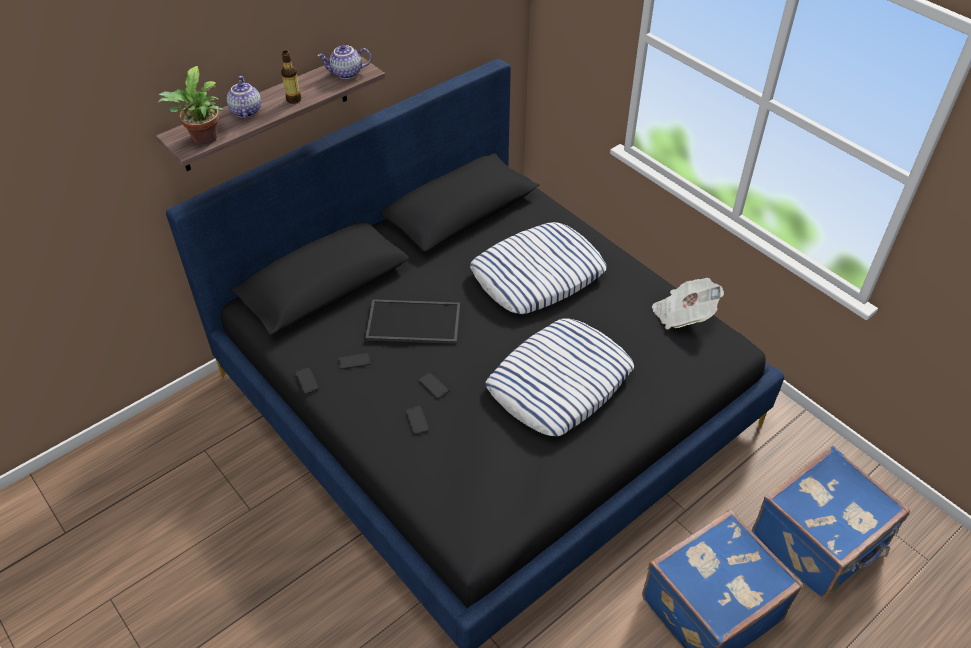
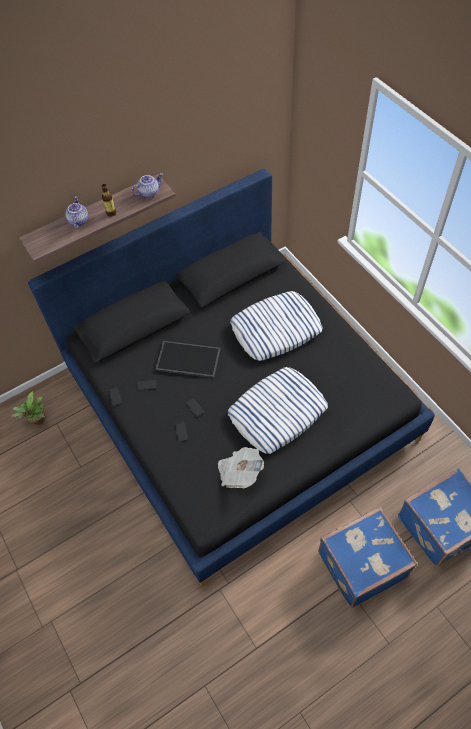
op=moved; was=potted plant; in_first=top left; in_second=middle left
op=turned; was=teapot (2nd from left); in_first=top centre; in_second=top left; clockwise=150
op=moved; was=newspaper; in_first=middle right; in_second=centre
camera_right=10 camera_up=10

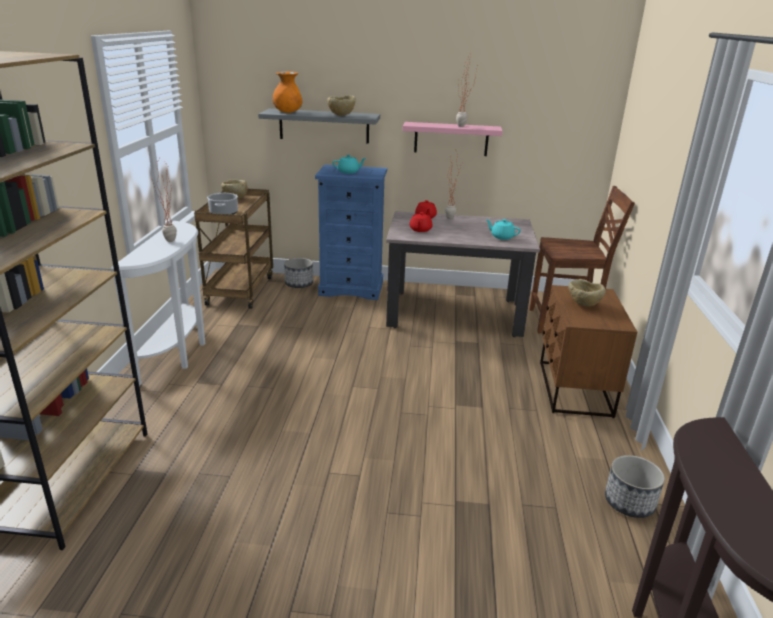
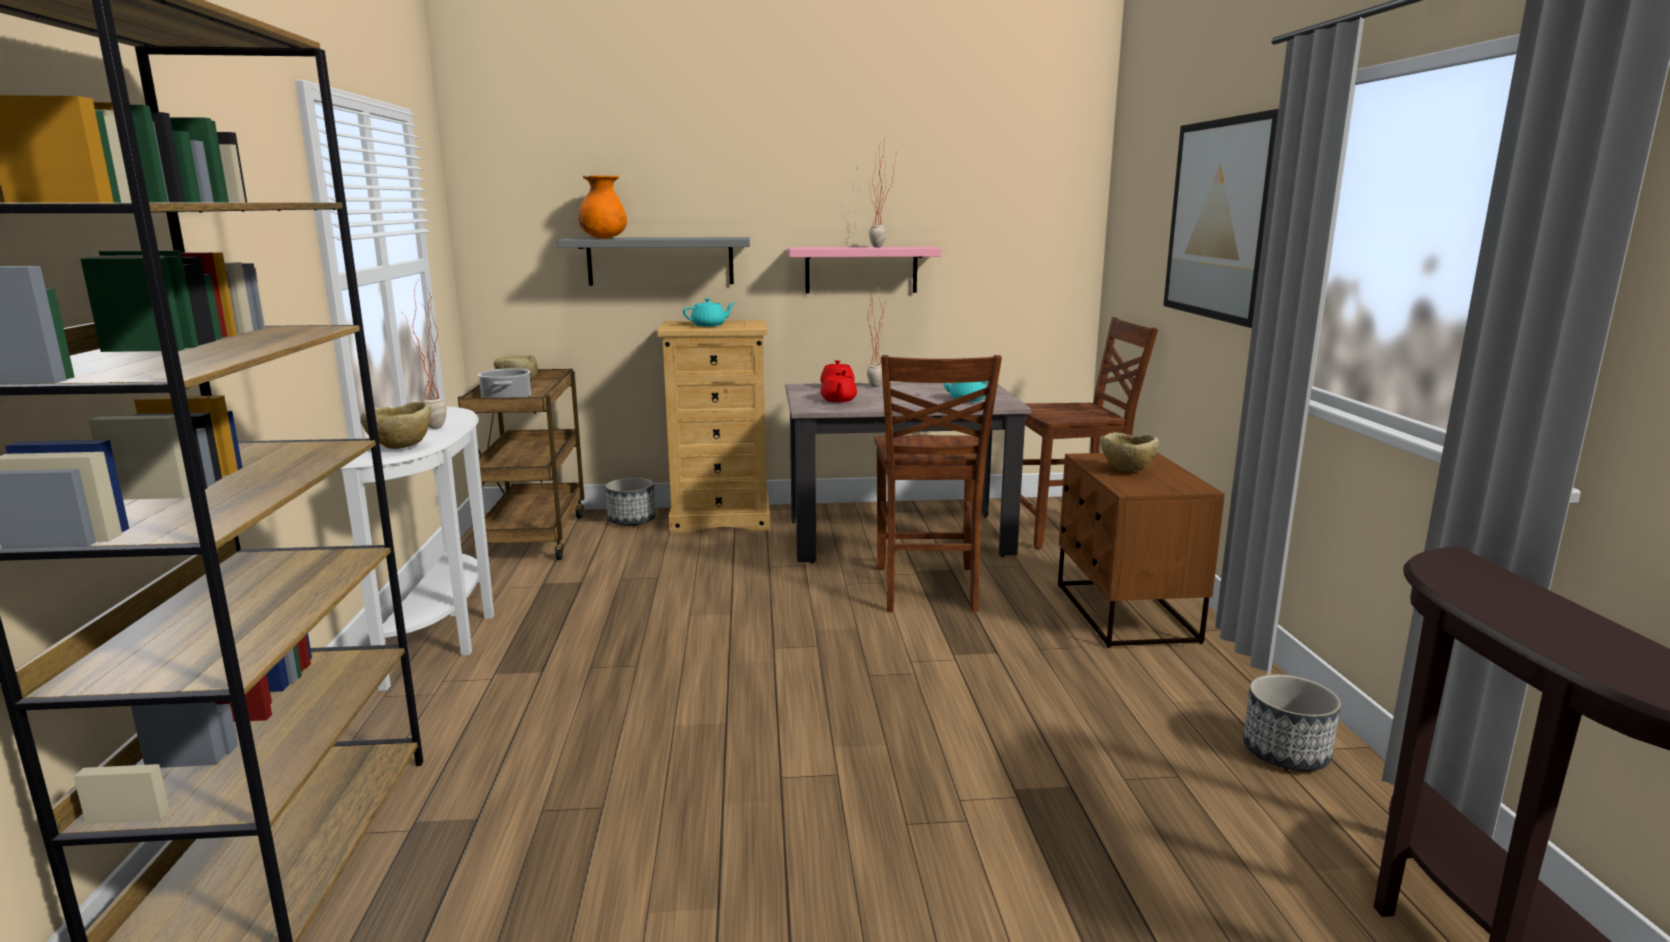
op=recoloured; was=blue dresser; now=beige dresser; in_first=centre; in_second=centre
op=moved; was=beige bowl (2nd from left in the first image); now=beige bowl (1st from left); in_first=top centre; in_second=middle left
op=added; now=brown chair (1st from left); in_second=centre
op=added; now=picture; in_second=top right
camera_right=-10 camera_up=-10

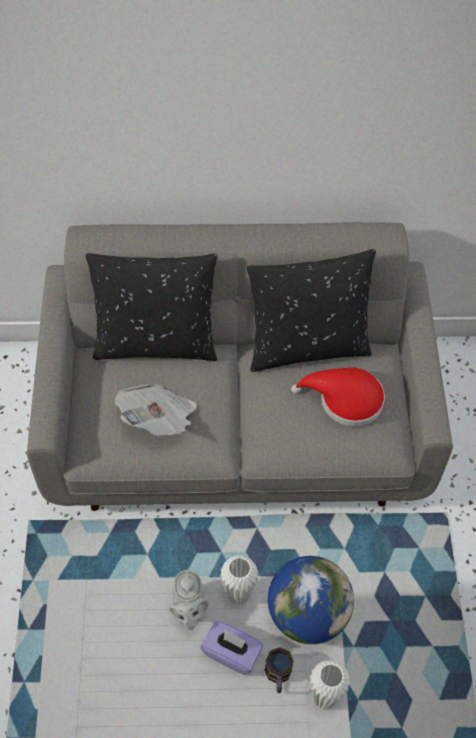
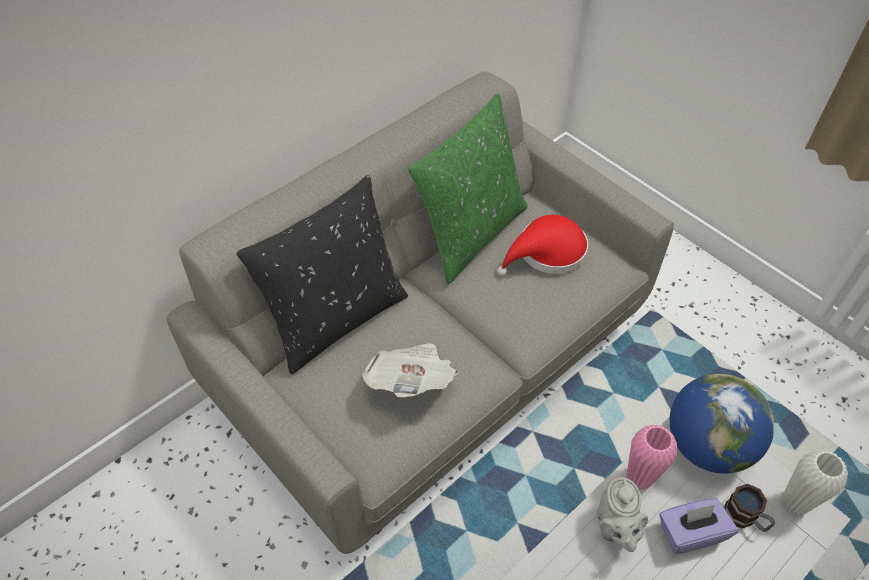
op=turned; was=grey teapot; in_first=bottom centre; in_second=bottom right; clockwise=45
op=recoloured; was=white vase (1st from left); now=pink vase; in_first=bottom centre; in_second=bottom right
op=recoloured; was=black pillow (2nd from left); now=green pillow; in_first=centre; in_second=top centre
camera_right=-40 camera_up=-5

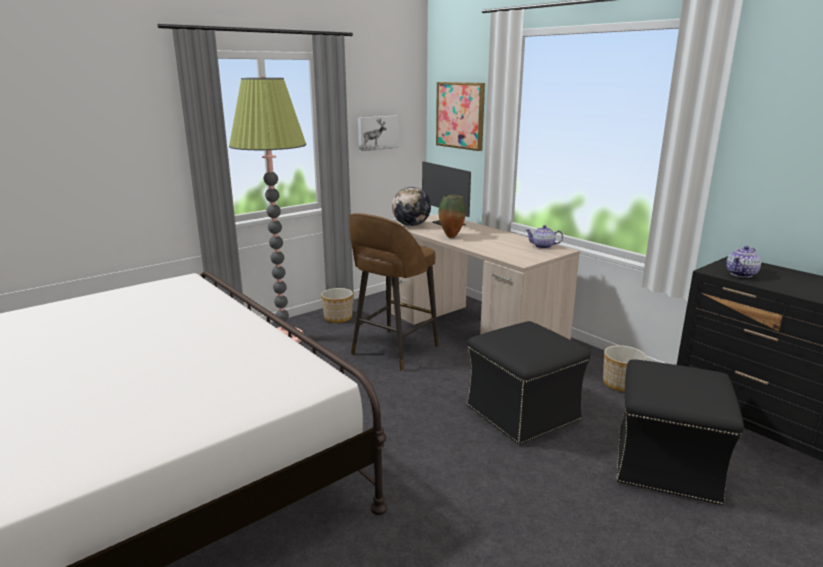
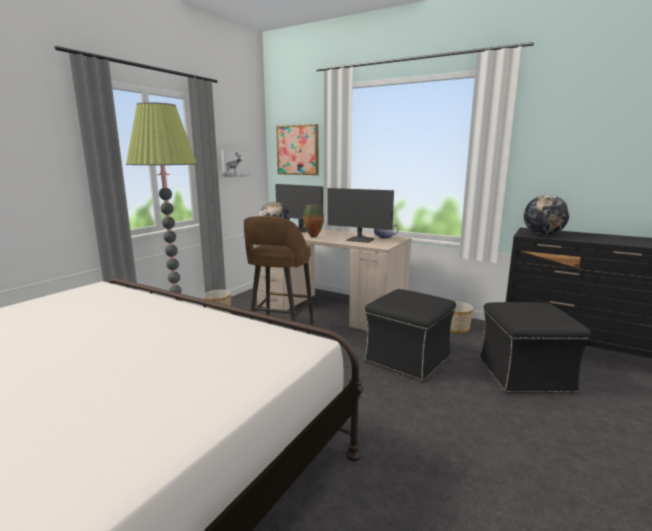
op=replaced; was=teapot (2nd from left); now=globe (2nd from left); in_first=middle right; in_second=middle right
op=added; now=monitor (2nd from left); in_second=centre
camera_right=-20 camera_up=-5

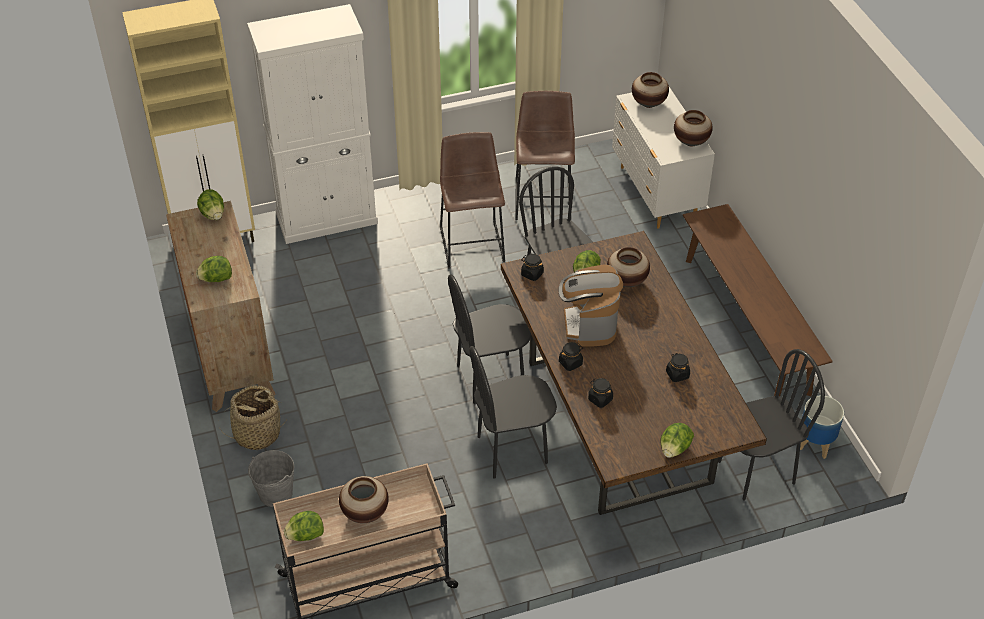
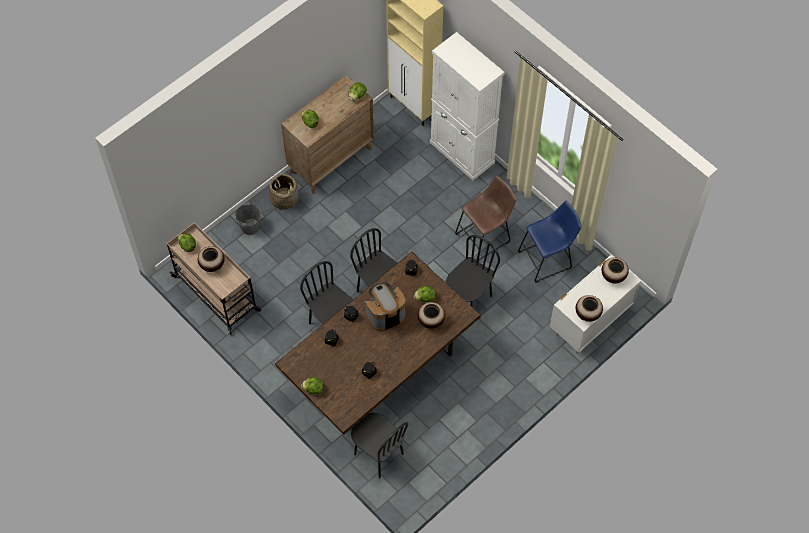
op=recoloured; was=brown stool (2nd from left); now=blue stool; in_first=top centre; in_second=middle right
op=removed; was=brown bench; in_first=middle right
op=removed; was=planter; in_first=bottom right
camera_right=65 camera_up=15

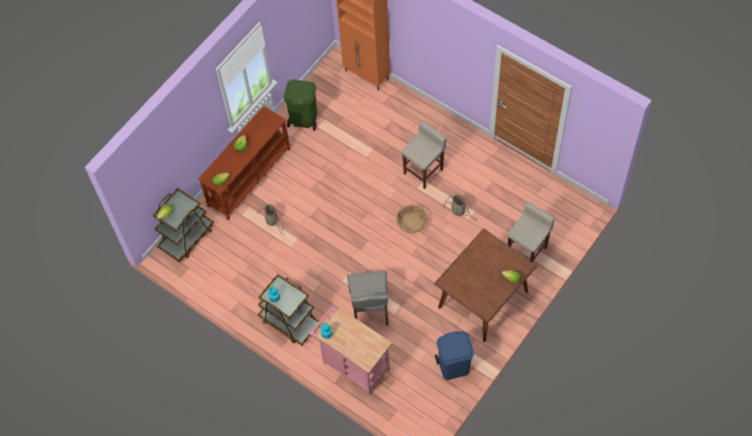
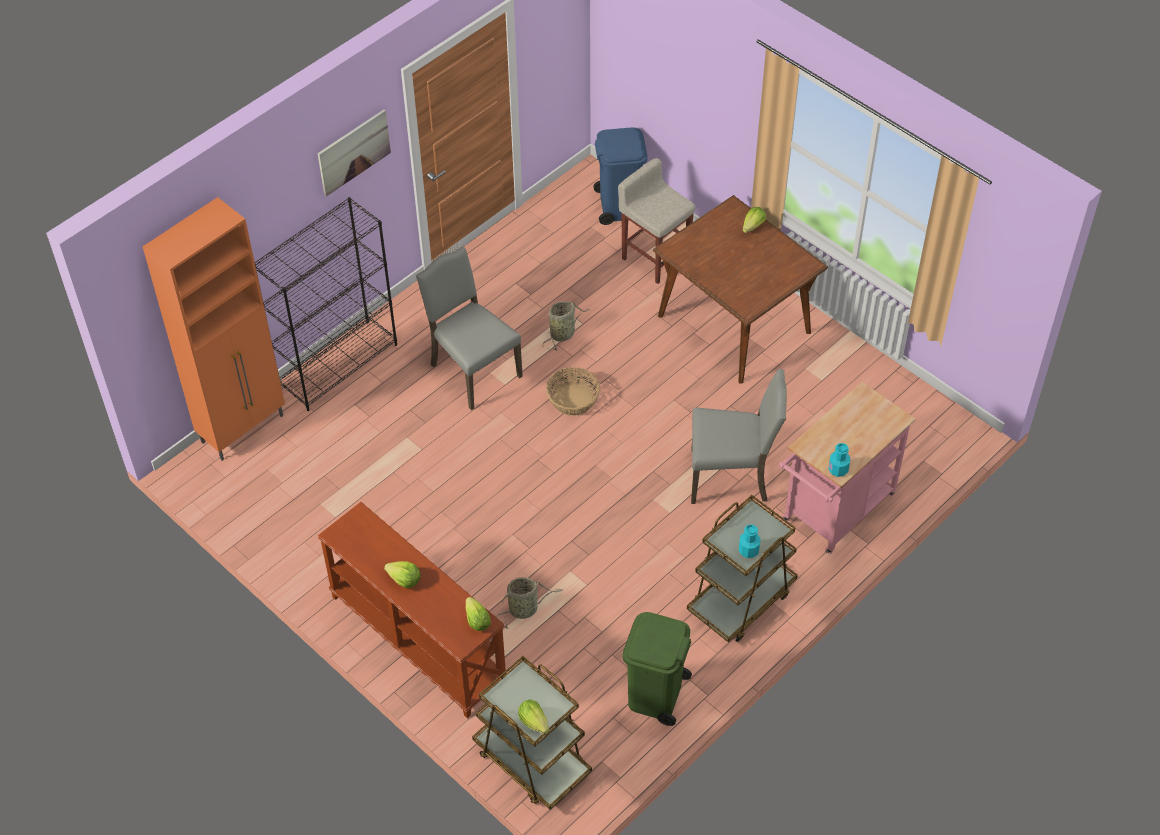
op=moved; was=green trash can; in_first=top centre; in_second=bottom centre
op=replaced; was=beige stool (1st from left); now=grey chair (1st from left); in_first=centre; in_second=centre
op=moved; was=blue trash can; in_first=bottom centre; in_second=top centre
op=added; now=black bookcase; in_second=middle left
op=added; now=picture; in_second=top left
camera_right=-85 camera_up=-10

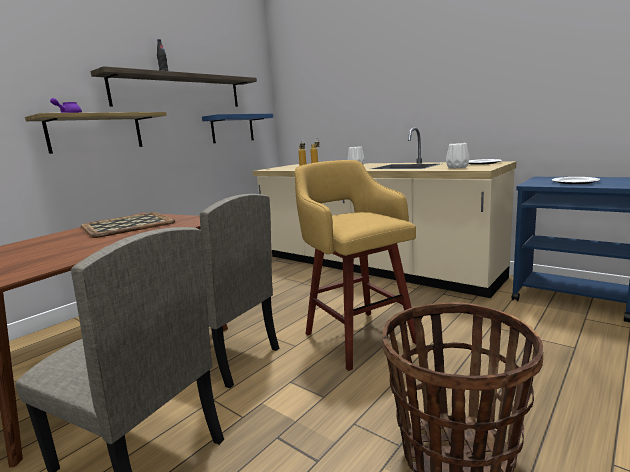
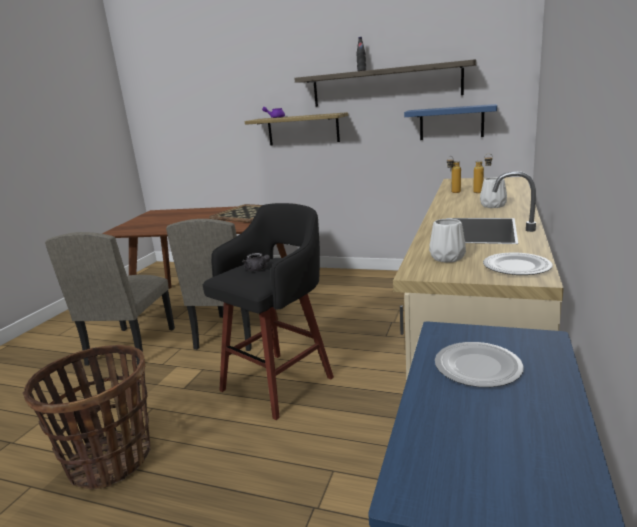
op=recoloured; was=yellow stool; now=black stool; in_first=centre; in_second=centre
op=added; now=grey teapot; in_second=centre
camera_right=70 camera_up=5

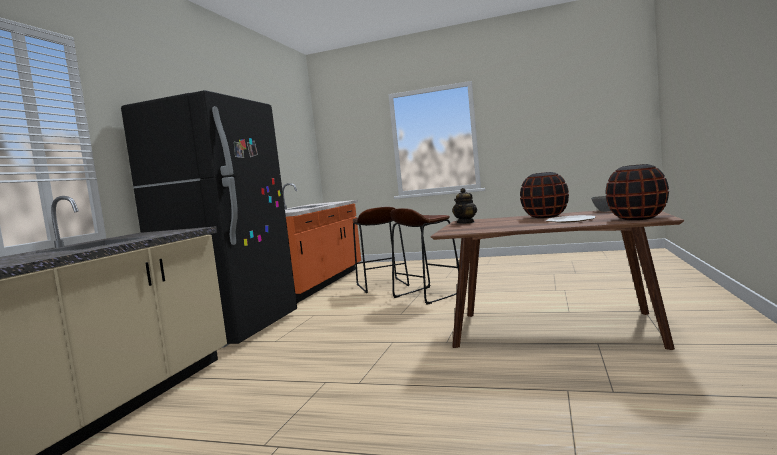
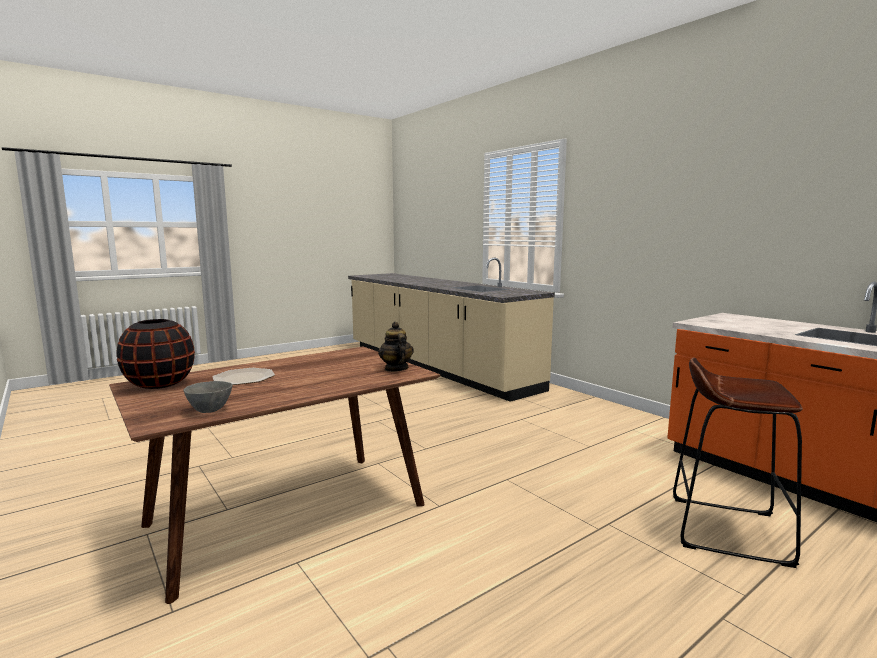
op=removed; was=black fridge; in_first=middle left
op=removed; was=brown stool (2nd from left); in_first=centre
op=removed; was=black vase (1st from left); in_first=middle right
camera_right=125 camera_up=5

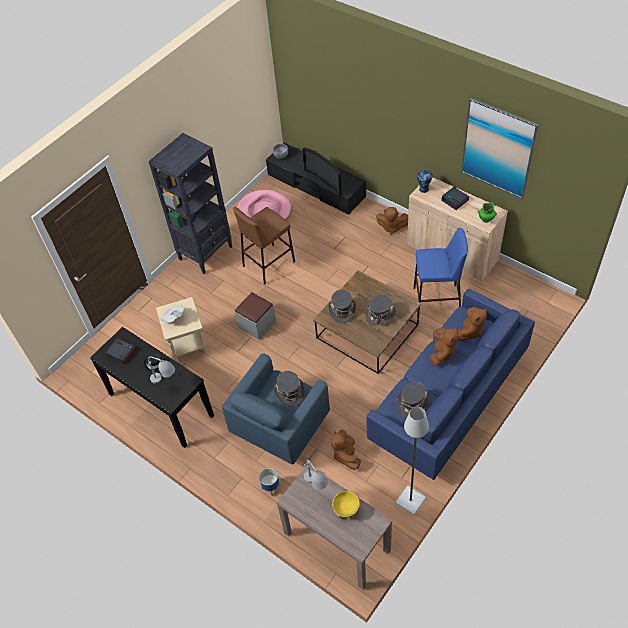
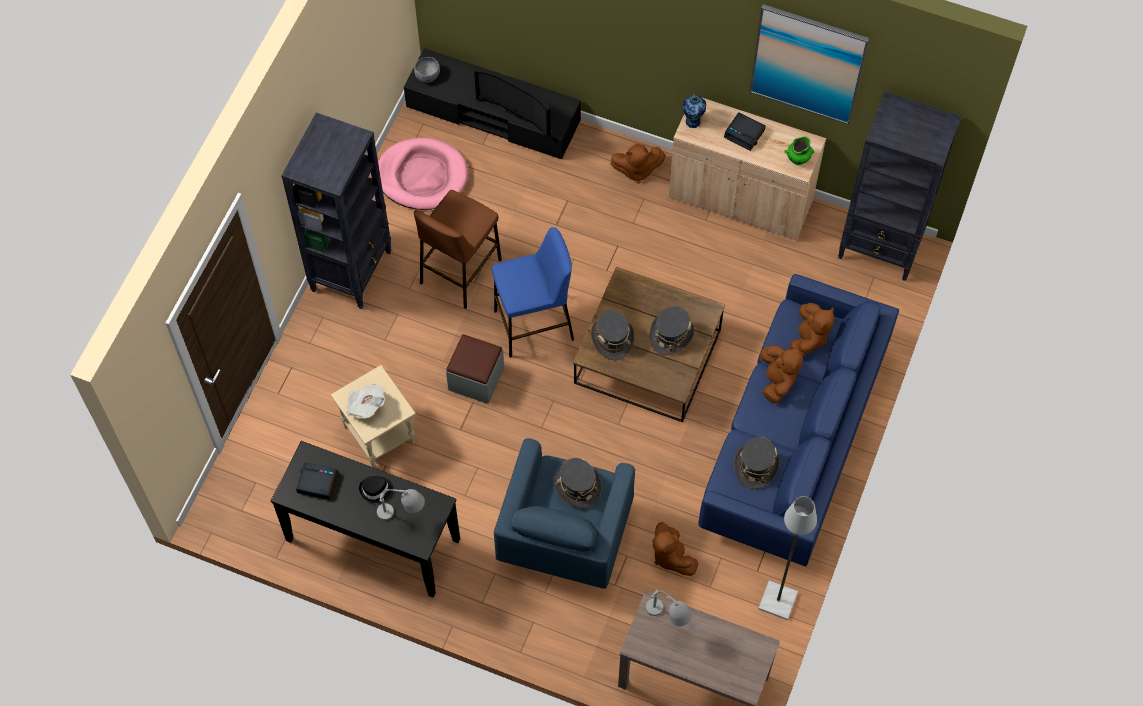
op=removed; was=planter; in_first=bottom centre
op=removed; was=yellow bowl; in_first=bottom centre
op=moved; was=blue stool; in_first=middle right; in_second=centre
op=added; now=black bookcase (2nd from left); in_second=top right
camera_right=-20 camera_up=10

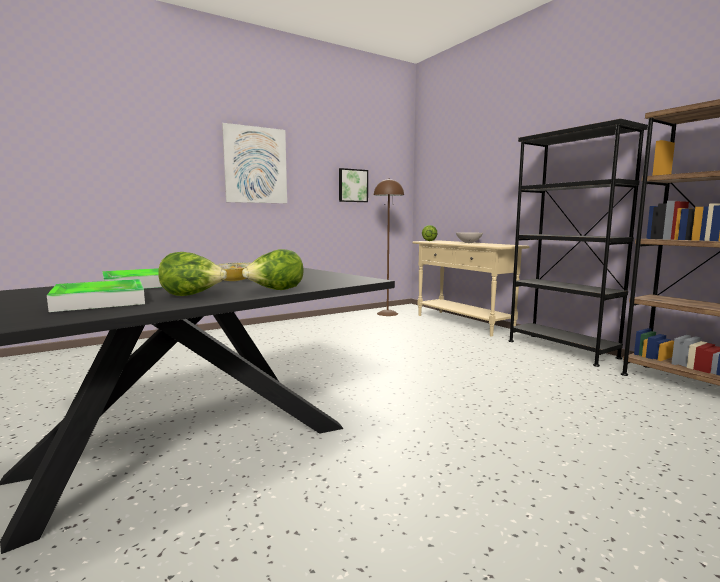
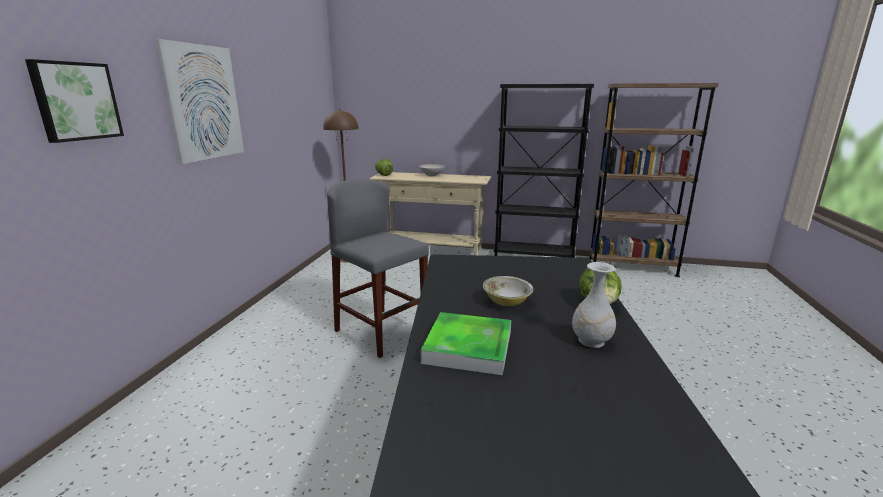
op=removed; was=tray (1st from left); in_first=middle left
op=replaced; was=lettuce (1st from left); now=white vase; in_first=middle left; in_second=middle right
op=moved; was=picture (2nd from left in the first image); now=picture (1st from left); in_first=top centre; in_second=top left
op=added; now=grey stool; in_second=centre
camera_right=-45 camera_up=10

